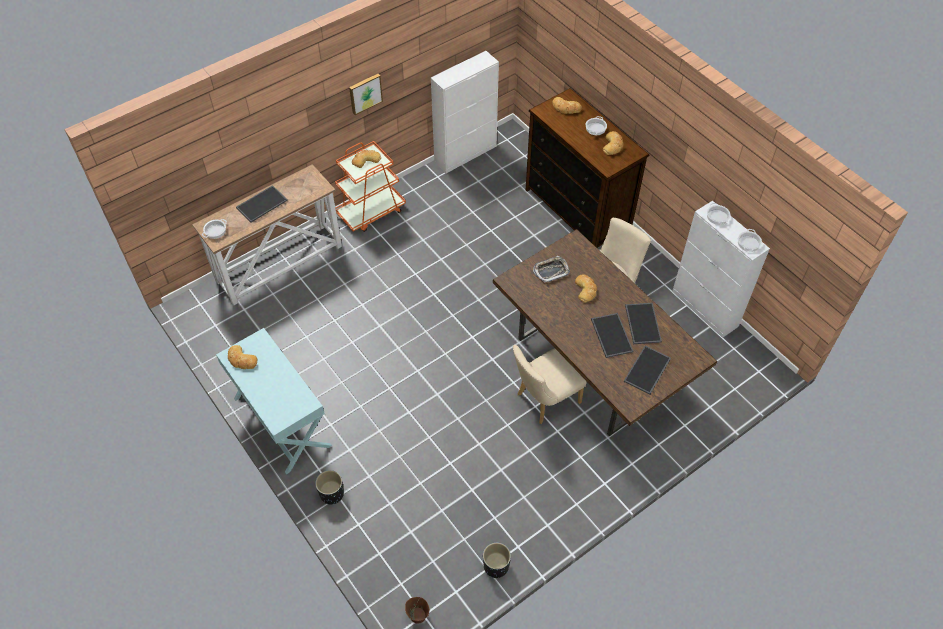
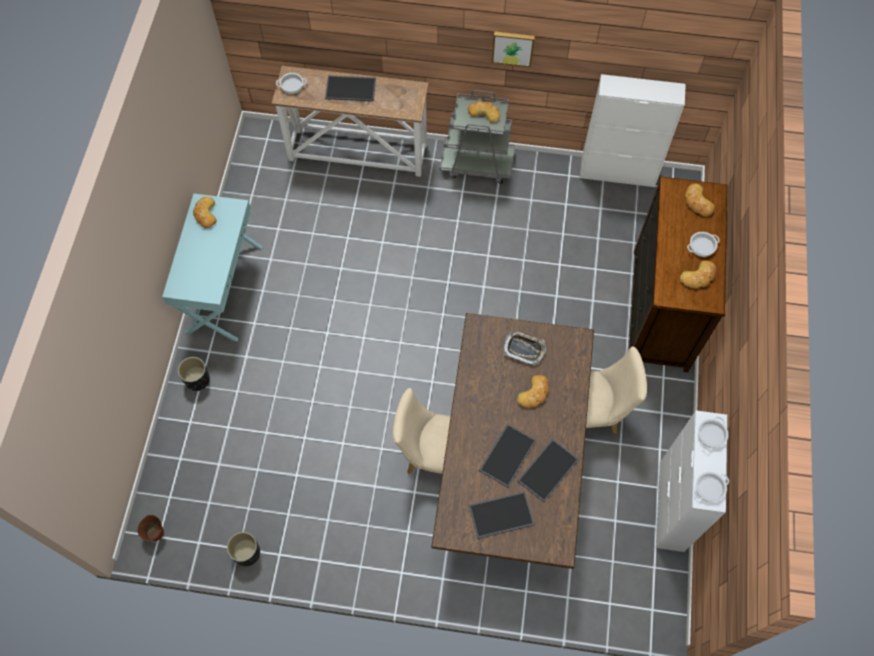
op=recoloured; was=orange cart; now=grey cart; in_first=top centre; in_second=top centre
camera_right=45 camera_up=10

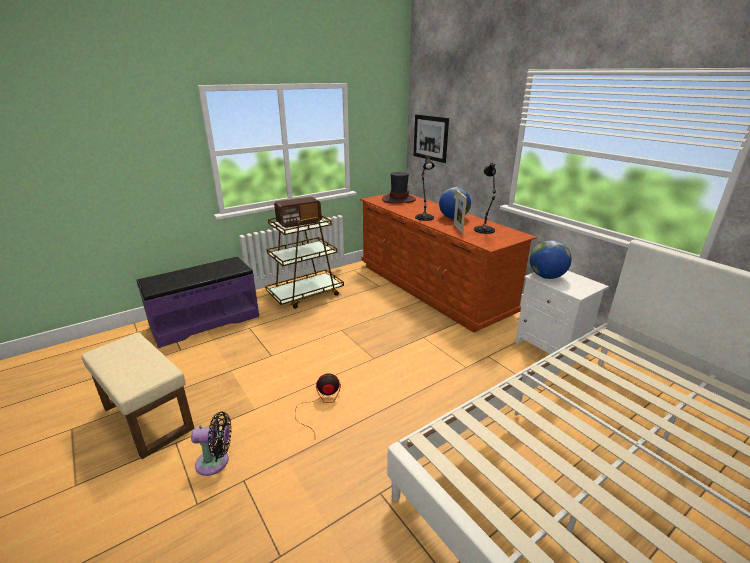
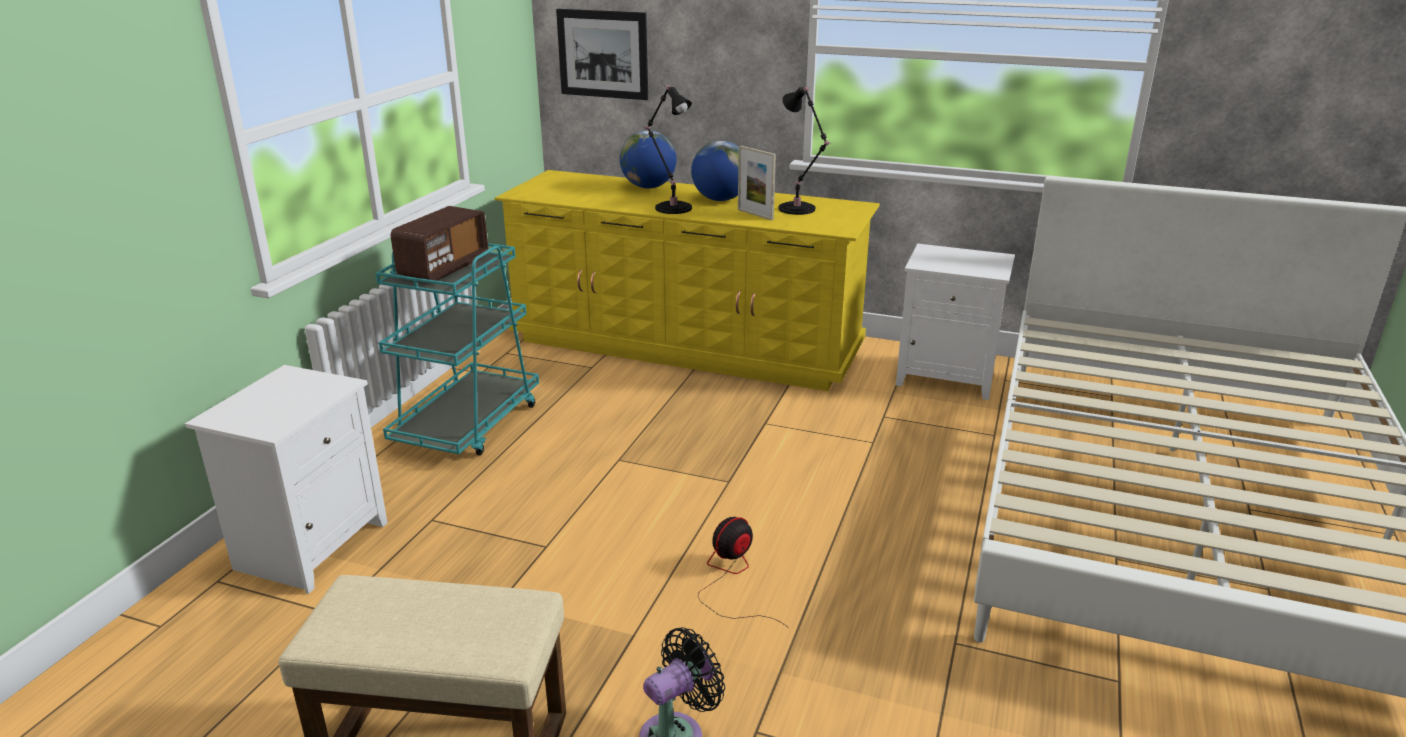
op=replaced; was=purple bench; now=white nightstand (1st from left); in_first=middle left; in_second=middle left
op=recoloured; was=brown cart; now=turquoise cart; in_first=centre; in_second=middle left
op=recoloured; was=brown dresser; now=yellow dresser; in_first=centre; in_second=centre
op=removed; was=hat; in_first=top centre
op=moved; was=globe (2nd from left in the first image); now=globe (1st from left); in_first=middle right; in_second=top centre
camera_right=-35 camera_up=0

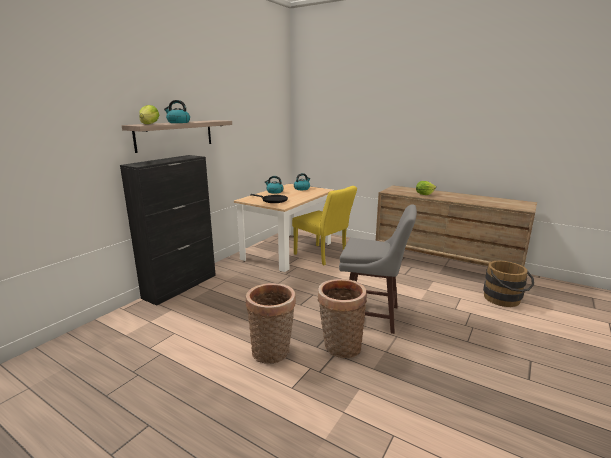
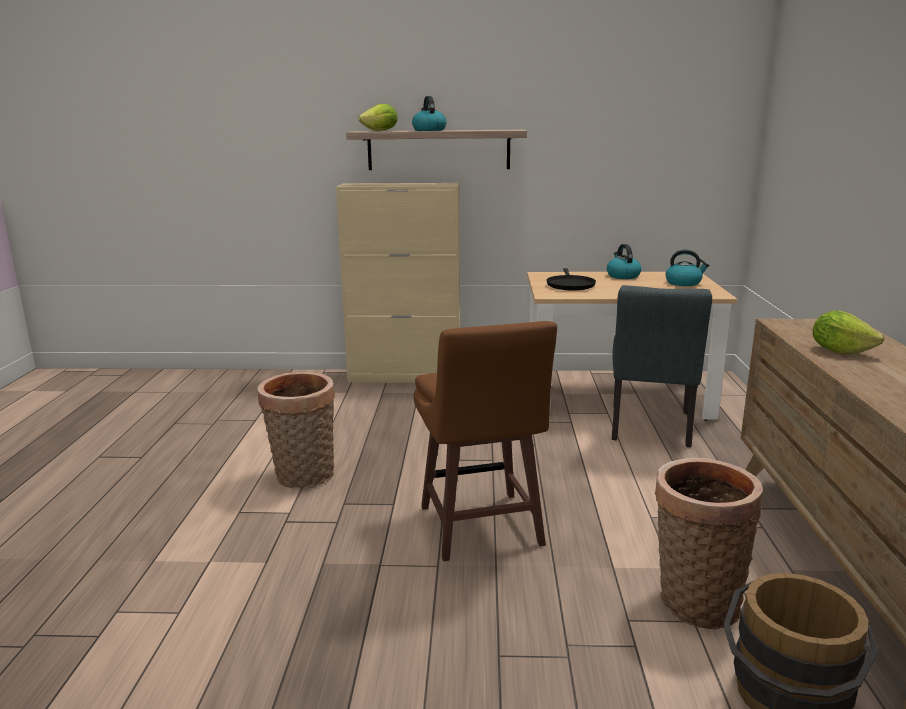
op=recoloured; was=black cabinet; now=beige cabinet; in_first=middle left; in_second=centre
op=recoloured; was=yellow chair; now=grey chair; in_first=centre; in_second=middle right
op=moved; was=basket (2nd from left); in_first=bottom centre; in_second=bottom right
op=recoloured; was=grey stool; now=brown stool; in_first=centre; in_second=centre
camera_right=60 camera_up=0

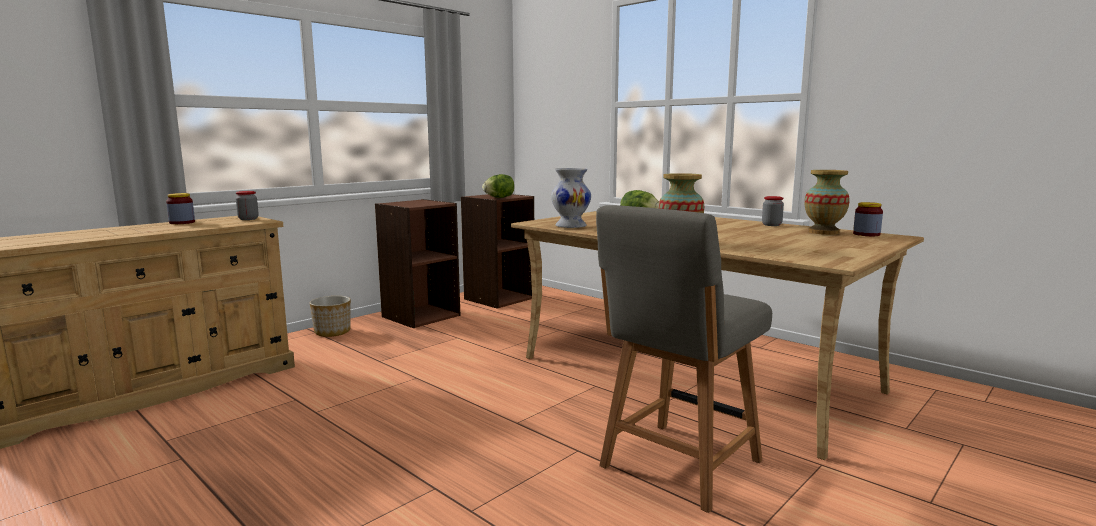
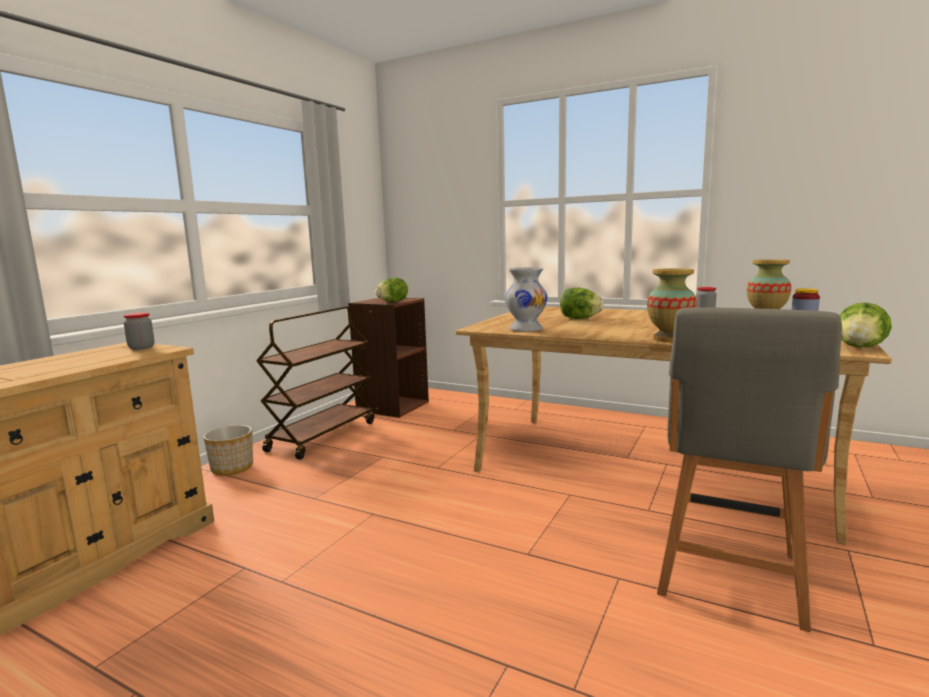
op=removed; was=jar (1st from left); in_first=middle left
op=replaced; was=brown bookcase (1st from left); now=brown cart; in_first=centre; in_second=centre
op=added; now=lettuce (3rd from left); in_second=middle right
camera_right=-15 camera_up=0

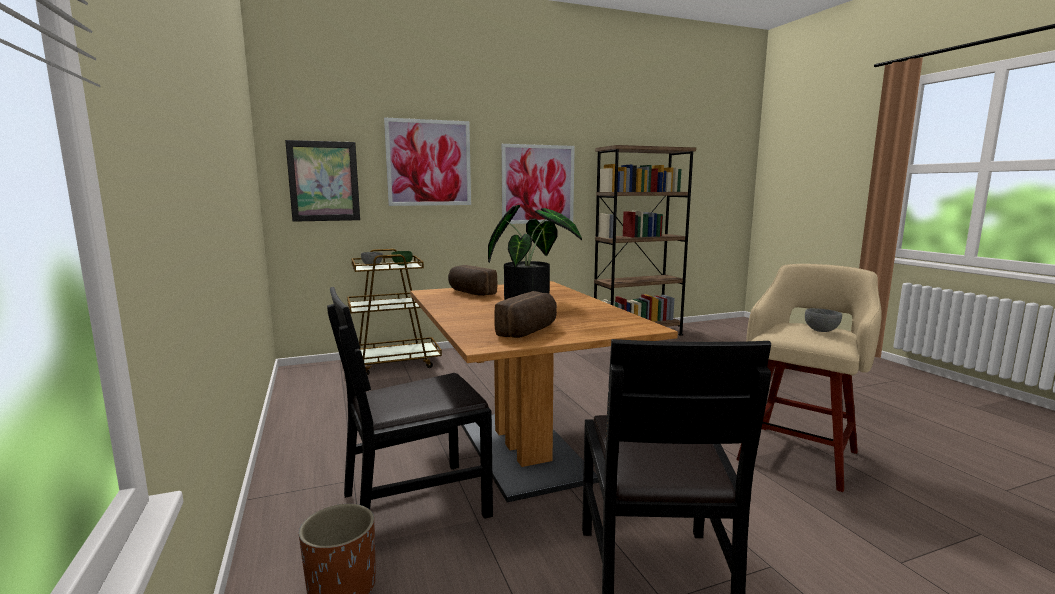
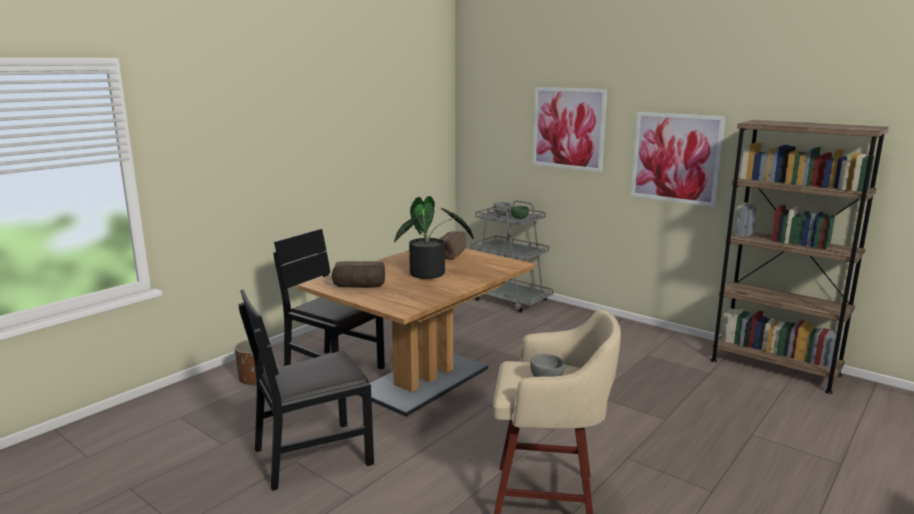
op=removed; was=picture (1st from left); in_first=top left
op=recoloured; was=brown cart; now=grey cart; in_first=centre; in_second=centre
camera_right=60 camera_up=5

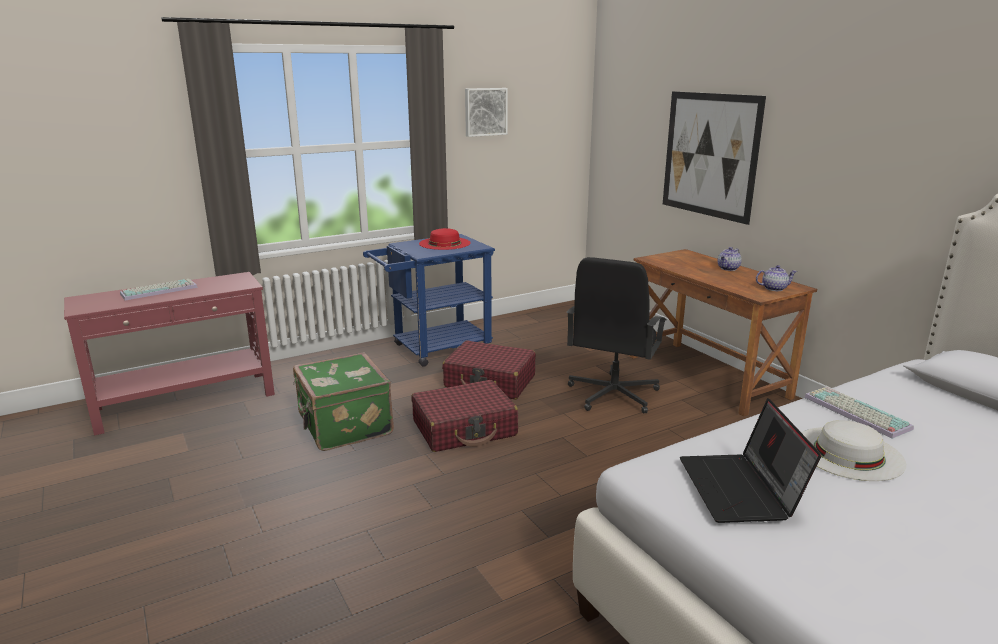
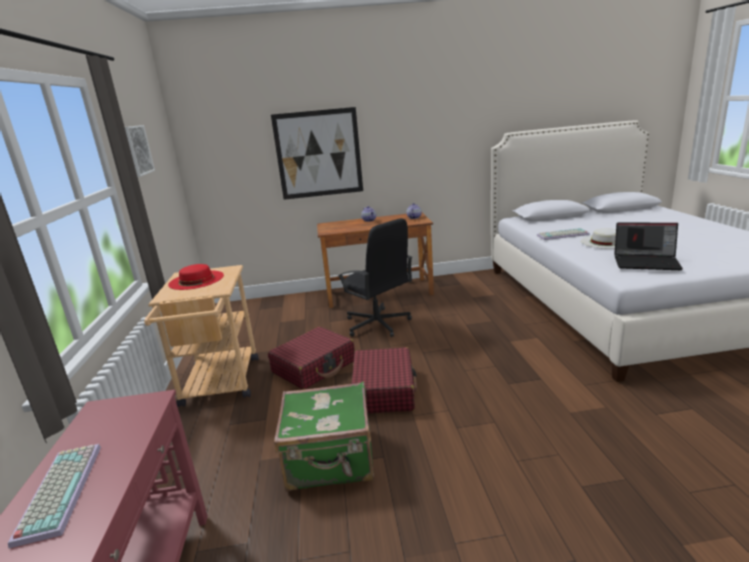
op=recoloured; was=blue cart; now=beige cart; in_first=centre; in_second=middle left
camera_right=-65 camera_up=0

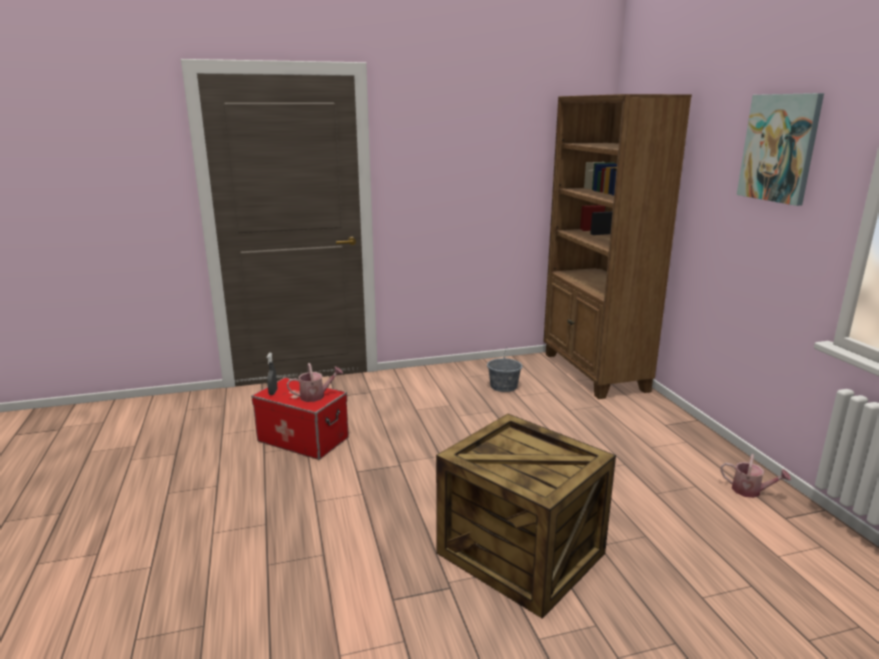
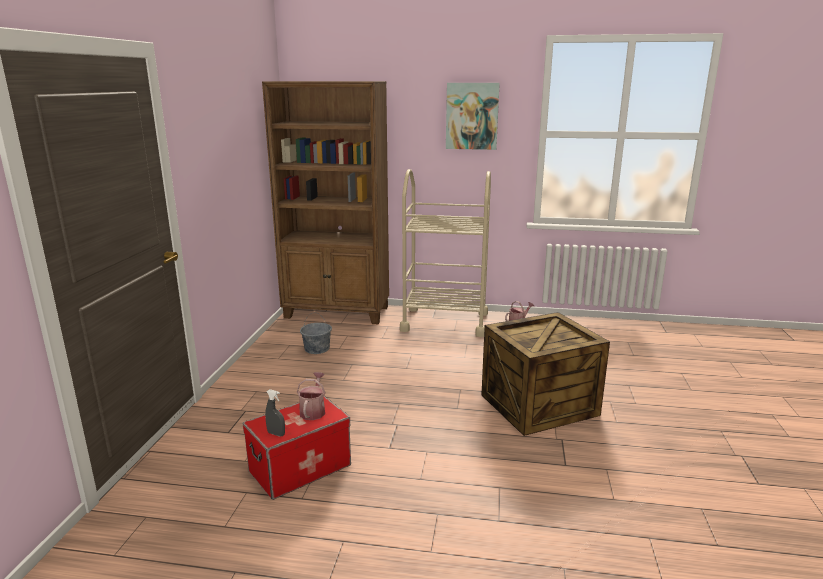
op=added; now=beige cart; in_second=centre
camera_right=-65 camera_up=0

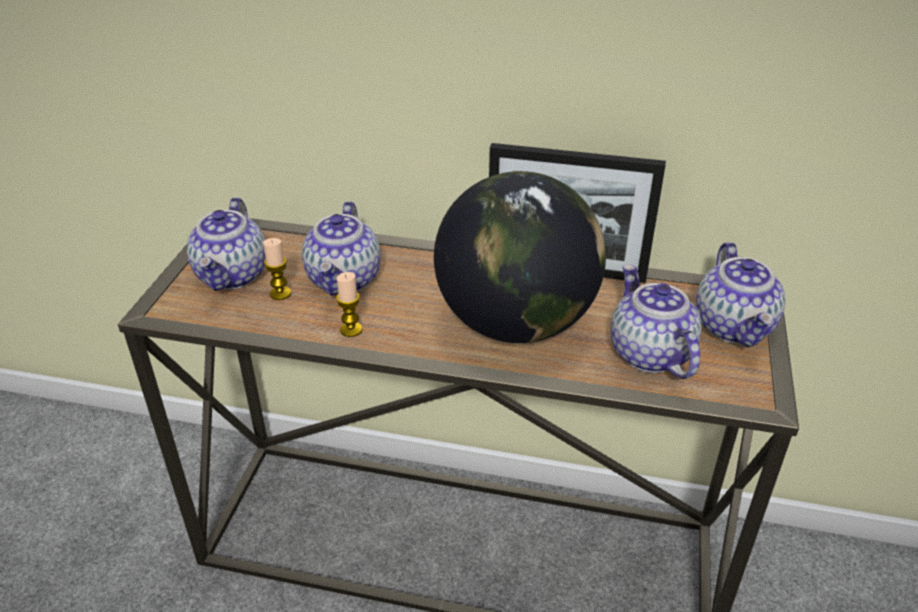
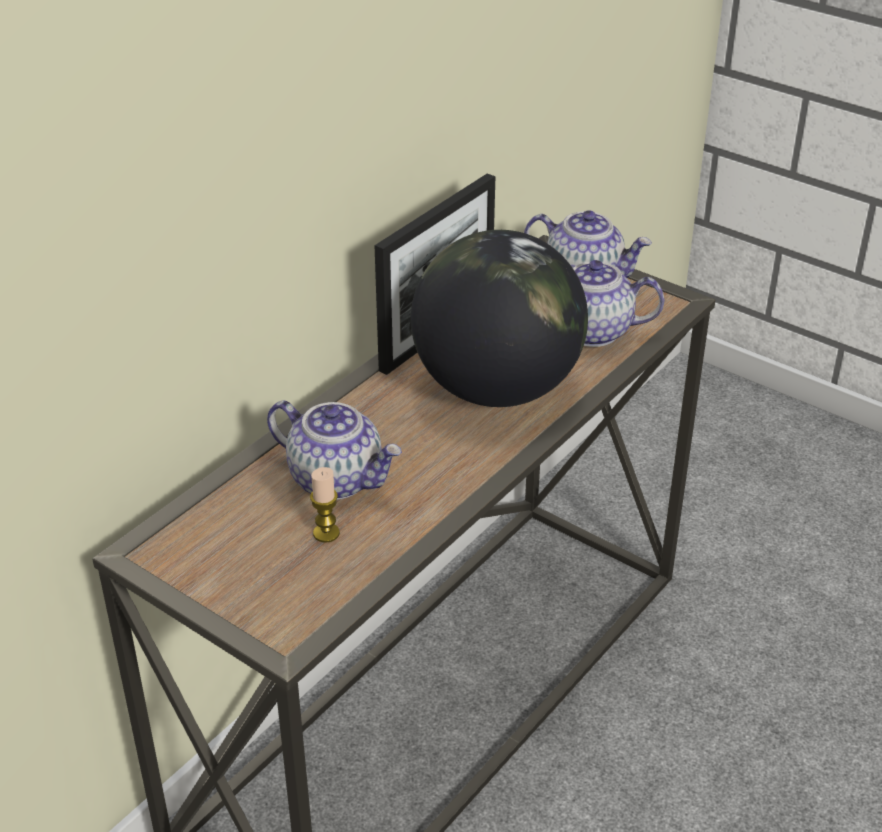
op=removed; was=teapot (1st from left); in_first=middle left
op=removed; was=candle (2nd from left); in_first=centre
camera_right=-65 camera_up=0

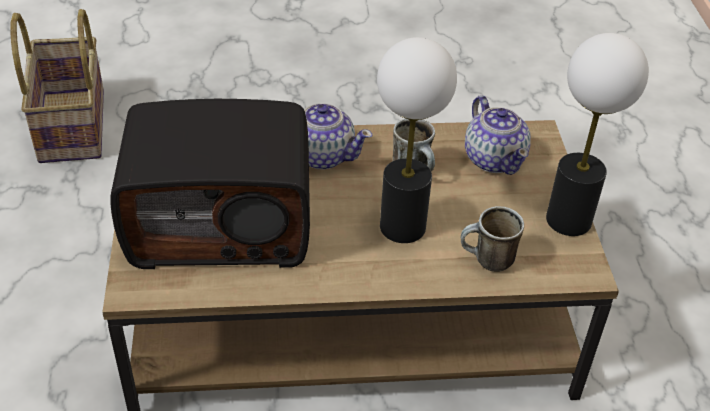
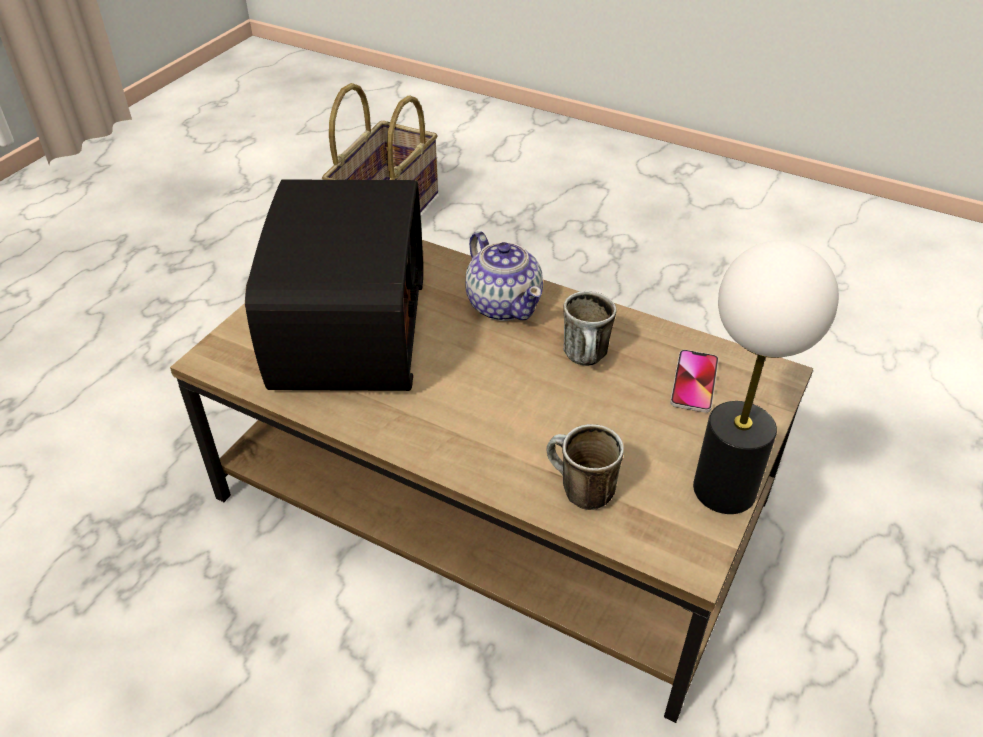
op=turned; was=radio; in_first=middle left; in_second=centre; clockwise=-120
op=removed; was=table lamp (1st from left); in_first=centre
op=replaced; was=teapot (2nd from left); now=phone; in_first=top right; in_second=middle right
camera_right=35 camera_up=0

